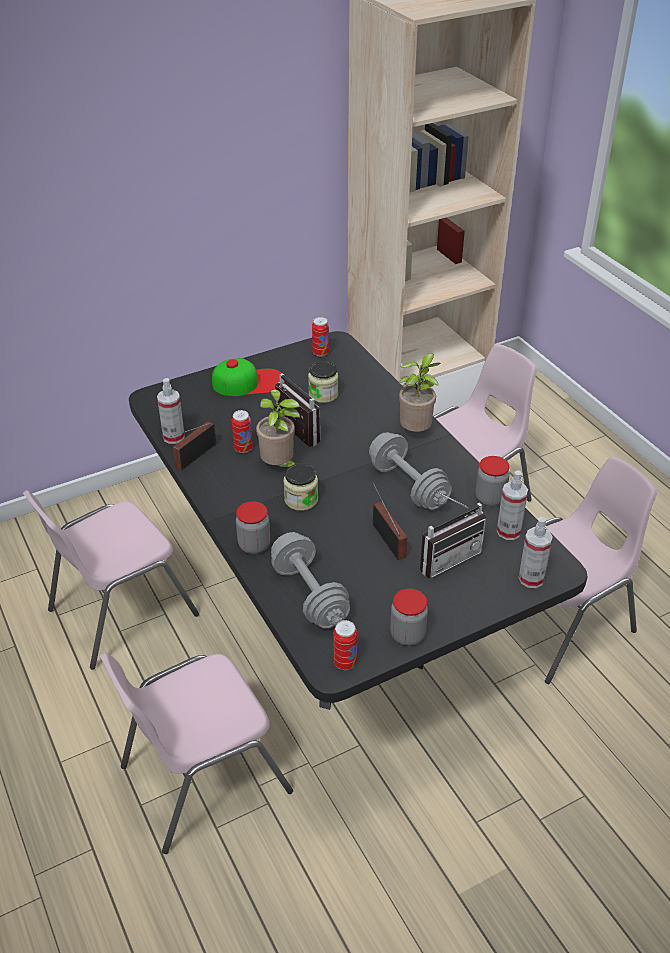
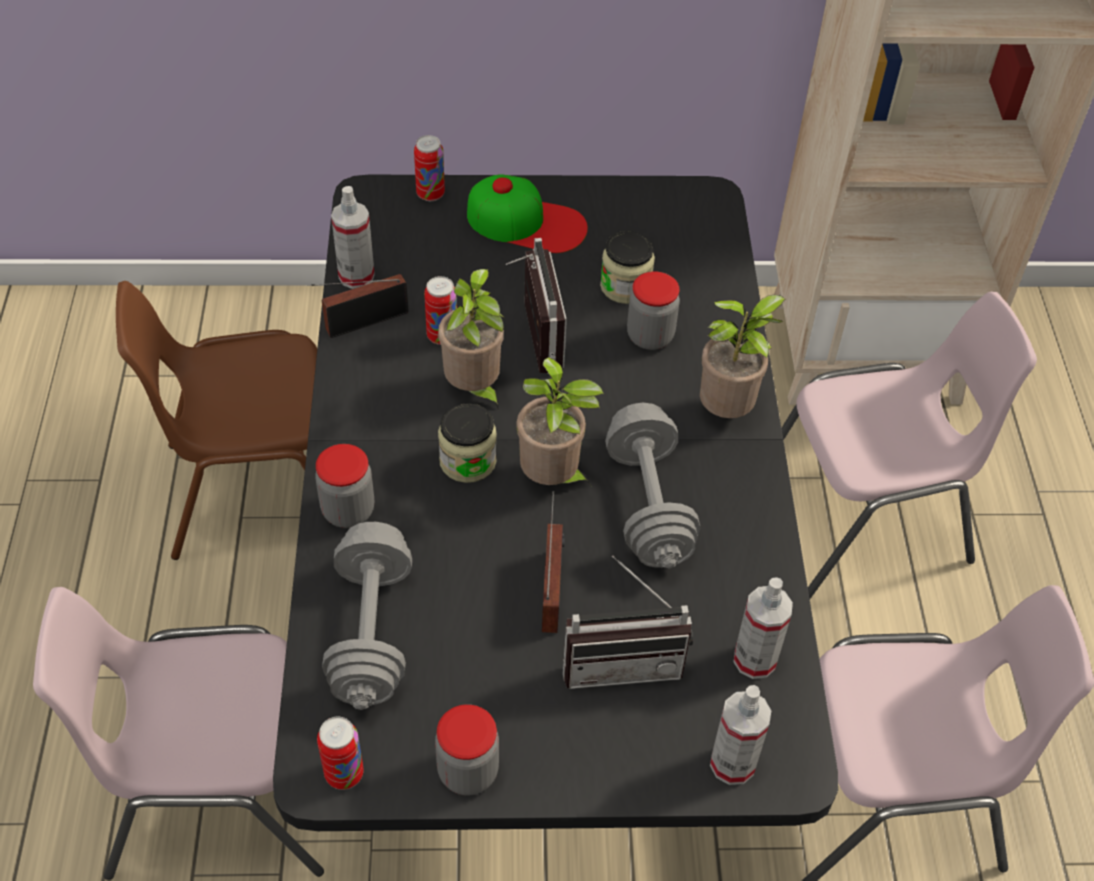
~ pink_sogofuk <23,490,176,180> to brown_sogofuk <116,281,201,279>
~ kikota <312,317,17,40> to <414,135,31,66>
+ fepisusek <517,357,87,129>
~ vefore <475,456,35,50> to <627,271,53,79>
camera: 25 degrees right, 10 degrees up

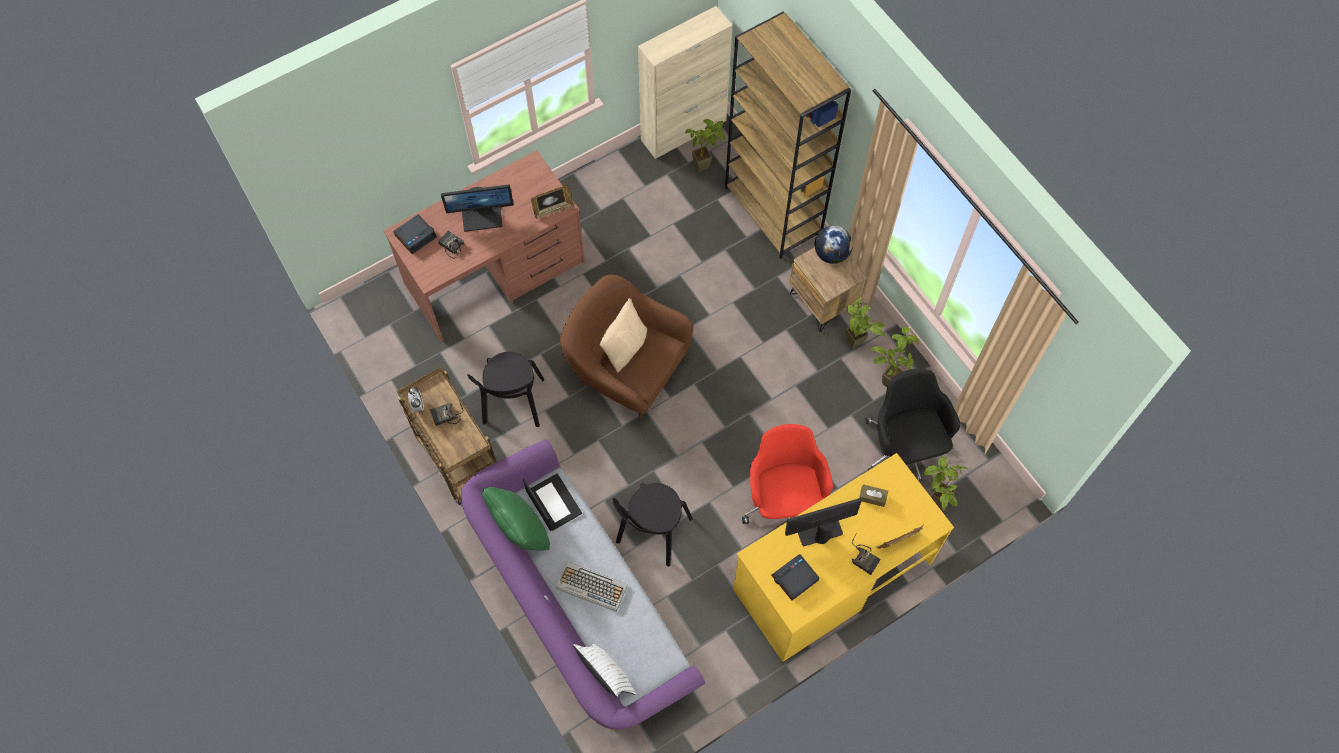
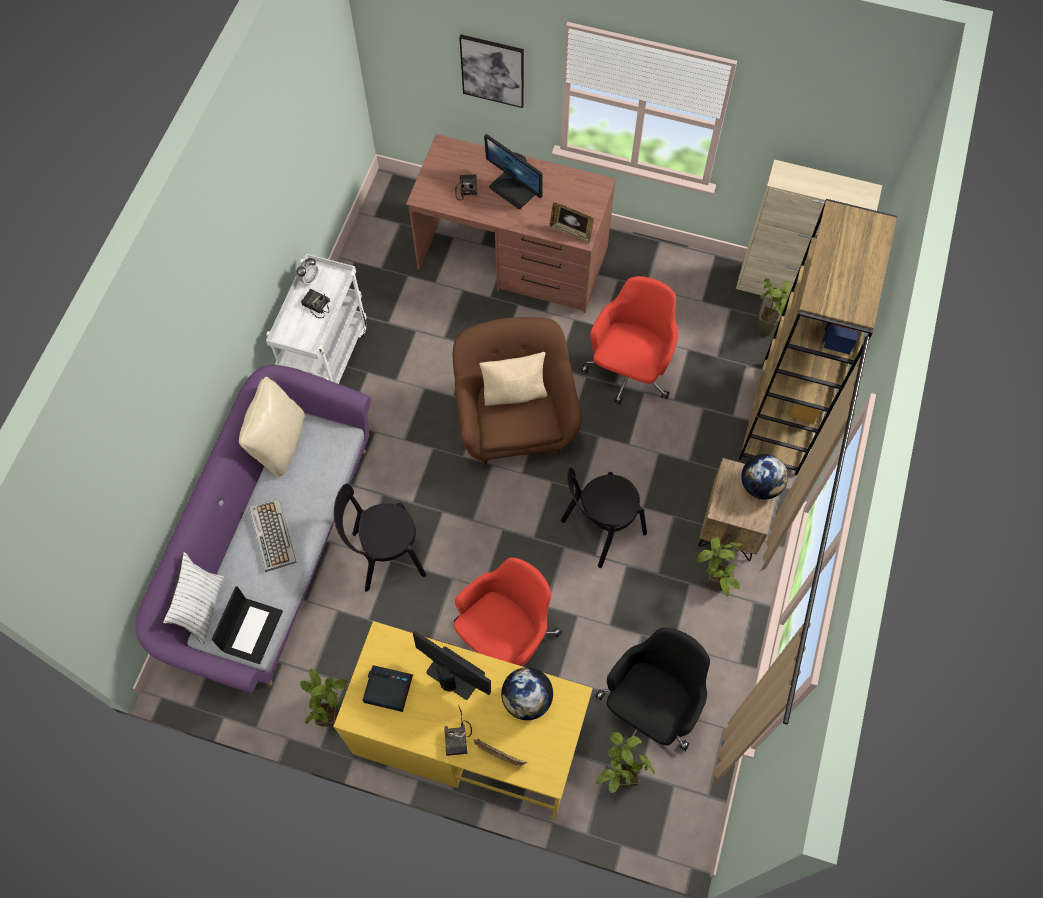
~ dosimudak <523,473,59,58> to <212,586,71,78>
~ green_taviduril <482,487,68,64> to beige_taviduril <239,377,66,100>
~ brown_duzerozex <397,367,99,138> to white_duzerozex <266,254,101,130>
~ fepisusek <870,327,48,60> to <300,669,48,58>
+ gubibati <459,34,65,74>
~ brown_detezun <859,484,29,23> to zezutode <501,667,52,53>
~ black_sogofuk <467,352,77,75> to <561,467,86,101>
+ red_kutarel <581,276,97,128>
- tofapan <393,214,44,40>
camera: 50 degrees right, 0 degrees up

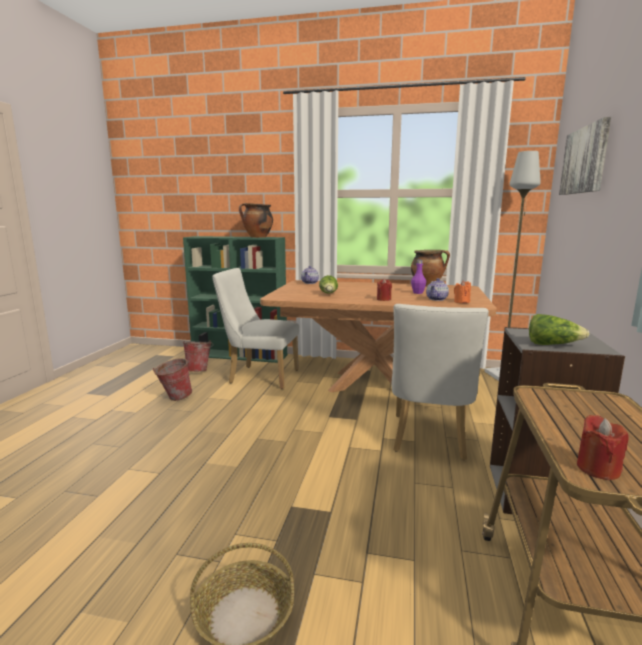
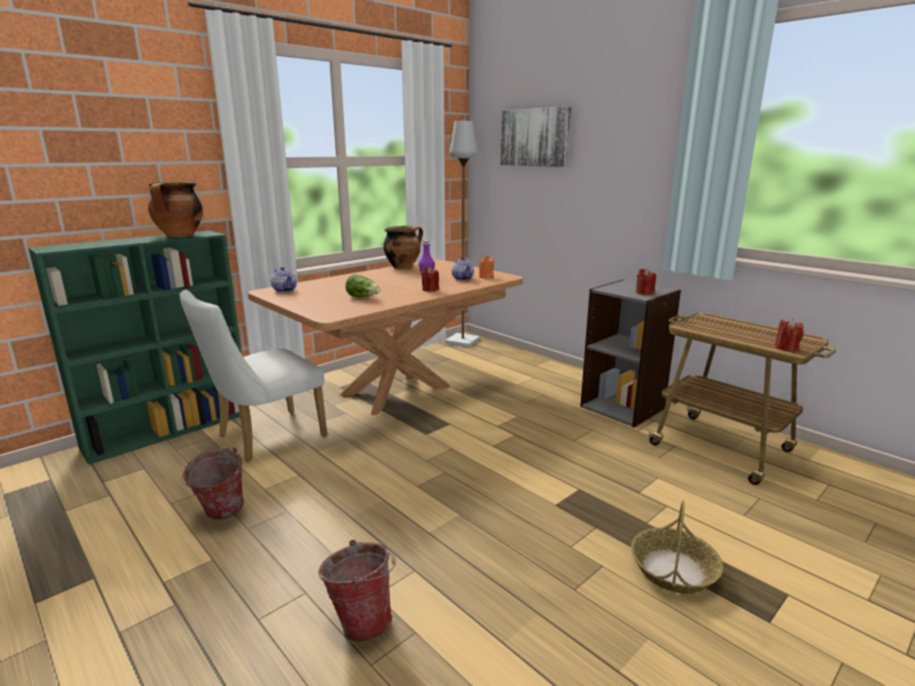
~ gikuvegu <183,340,30,32> to <318,540,78,102>
~ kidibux <529,314,60,31> to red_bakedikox <636,268,20,27>
- white_sogofuk <392,304,97,156>
camera: 55 degrees left, 5 degrees up

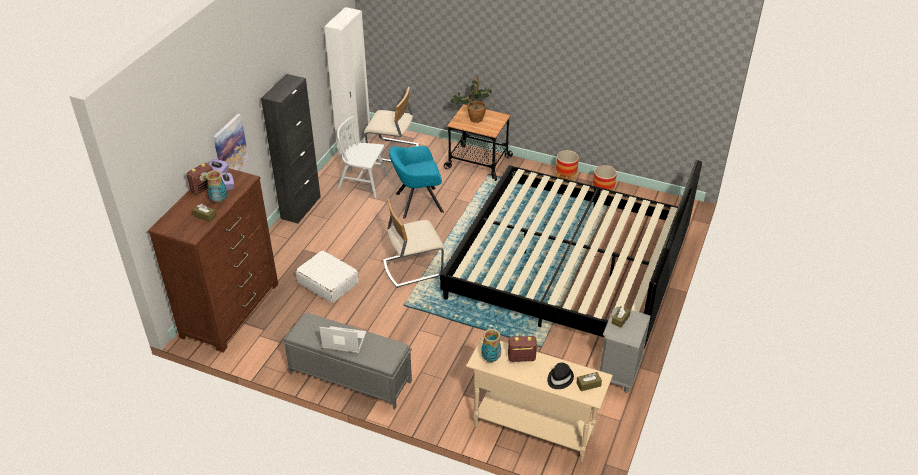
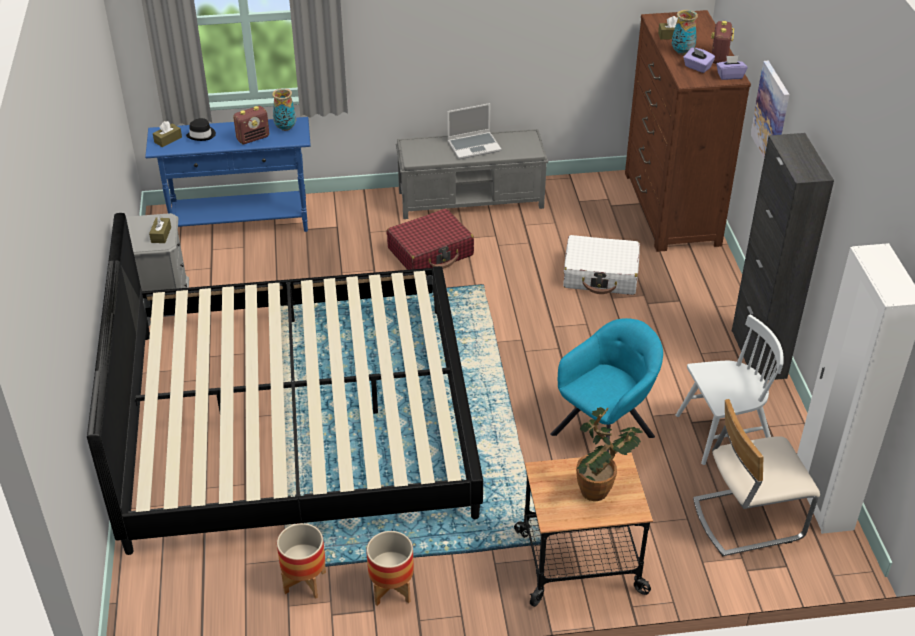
~ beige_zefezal <466,335,147,127> to blue_zefezal <145,117,166,115>
+ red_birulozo <387,209,87,61>
- beige_sogofuk <383,199,62,89>
camera: 150 degrees right, 0 degrees up

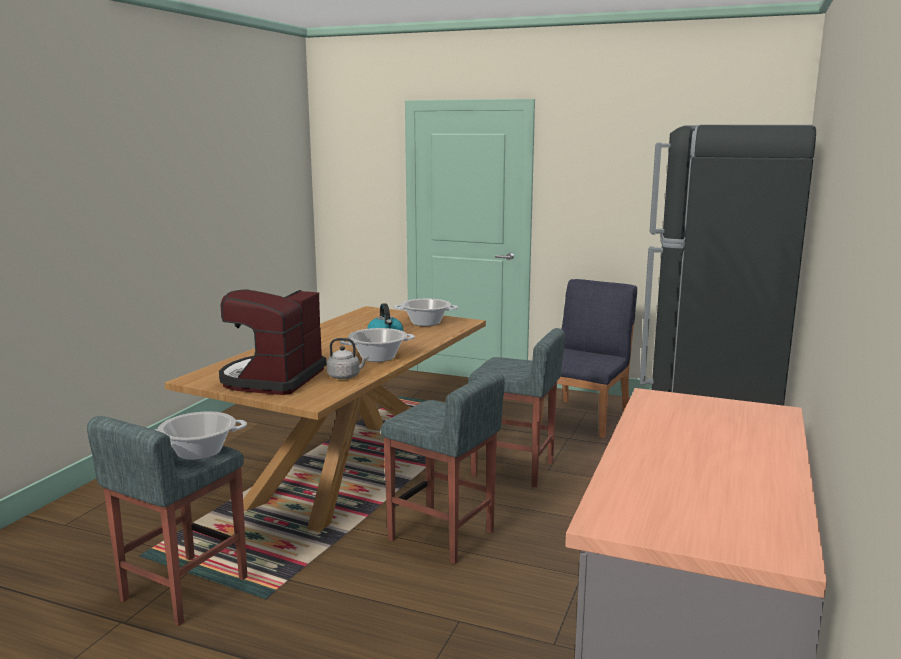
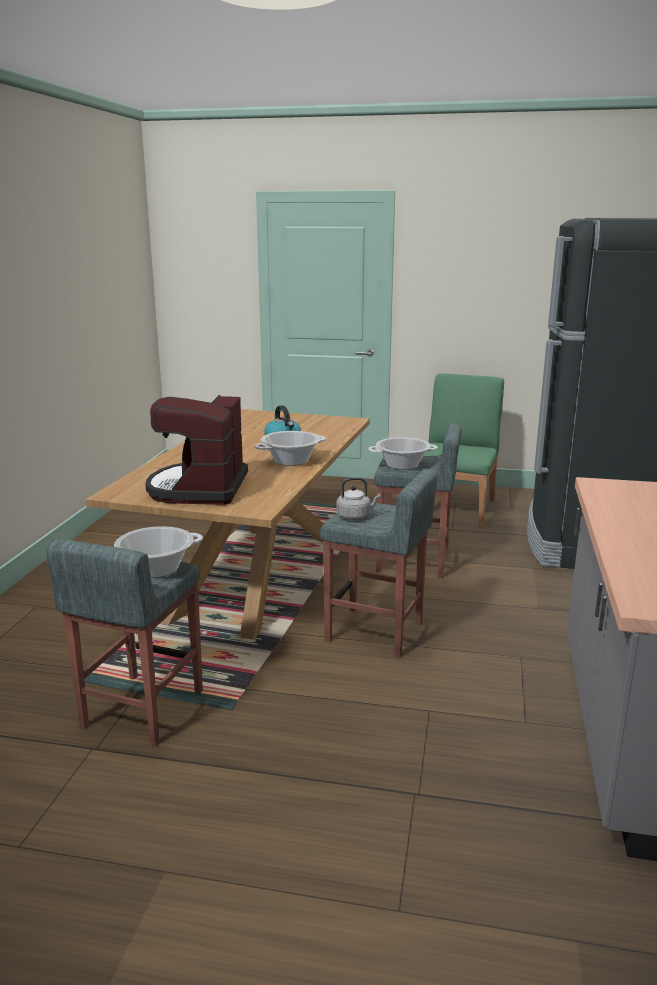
~ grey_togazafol <327,338,41,41> to <337,477,44,43>
~ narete <394,299,64,27> to <368,437,70,33>
~ blue_sogofuk <541,279,96,159> to green_sogofuk <423,374,81,153>
camera: 10 degrees left, 5 degrees up

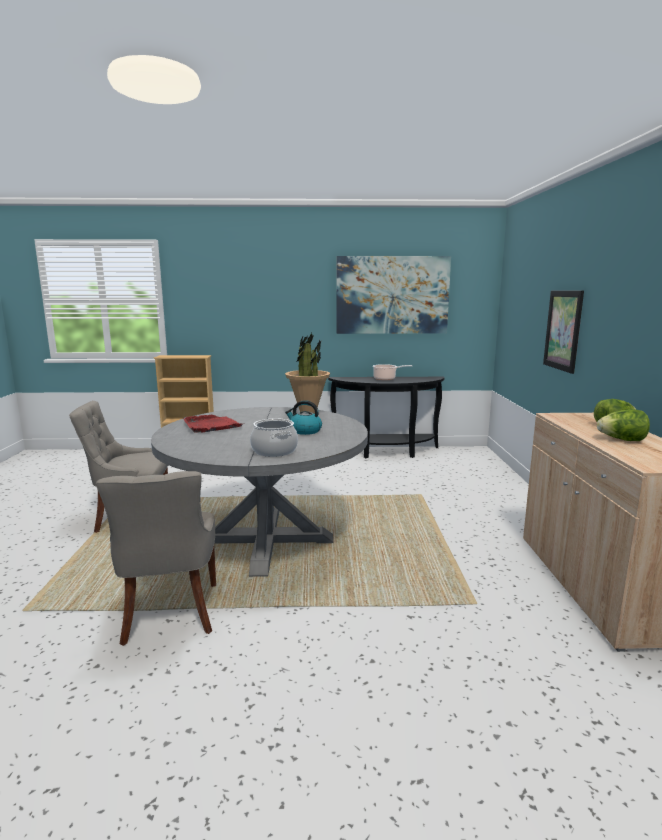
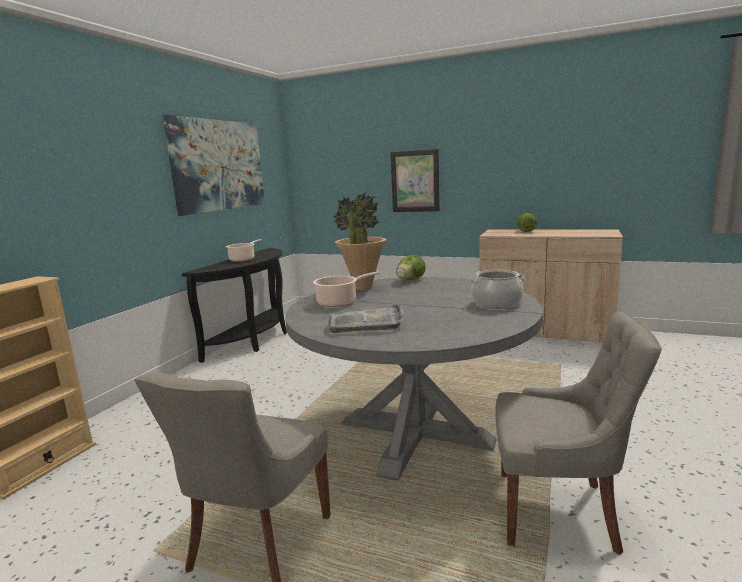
+ narete <313,272,67,35>
~ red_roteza <183,415,60,18> to grey_roteza <326,303,78,30>
~ kidibux <597,409,53,32> to <396,255,30,25>
- togazafol <285,400,37,35>
camera: 65 degrees left, 0 degrees up

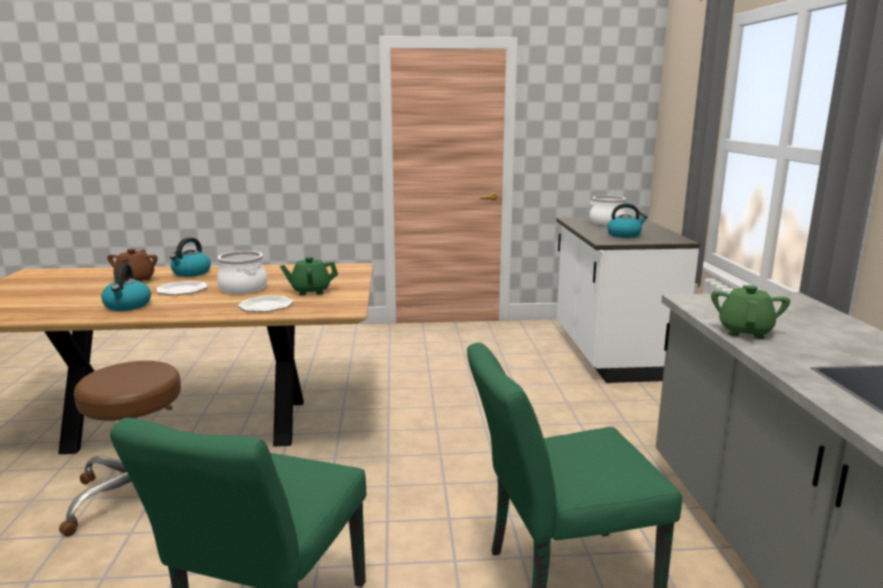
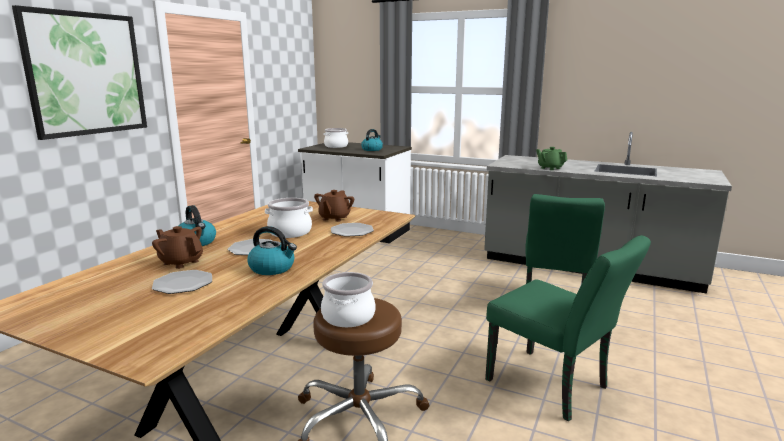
+ gubibati <12,5,135,135>
+ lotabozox <152,270,60,24>
~ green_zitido <280,257,58,39> to brown_zitido <314,190,40,32>
+ narete <321,272,55,55>
camera: 60 degrees left, 0 degrees up

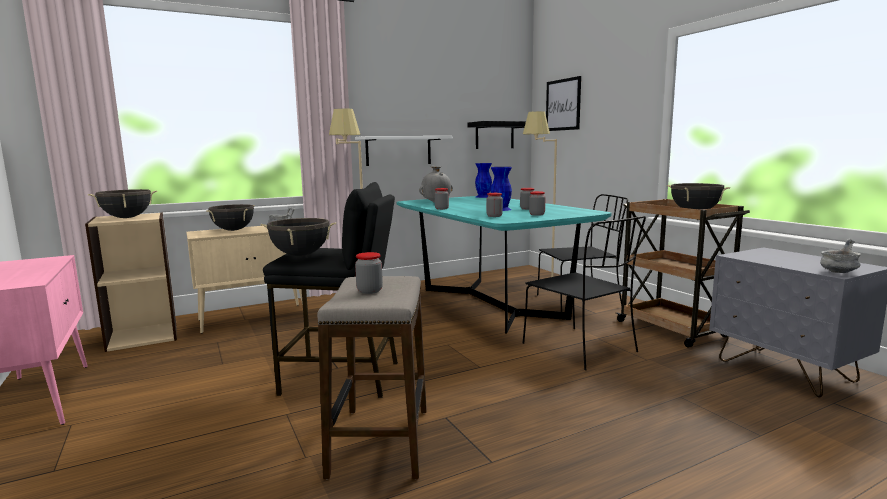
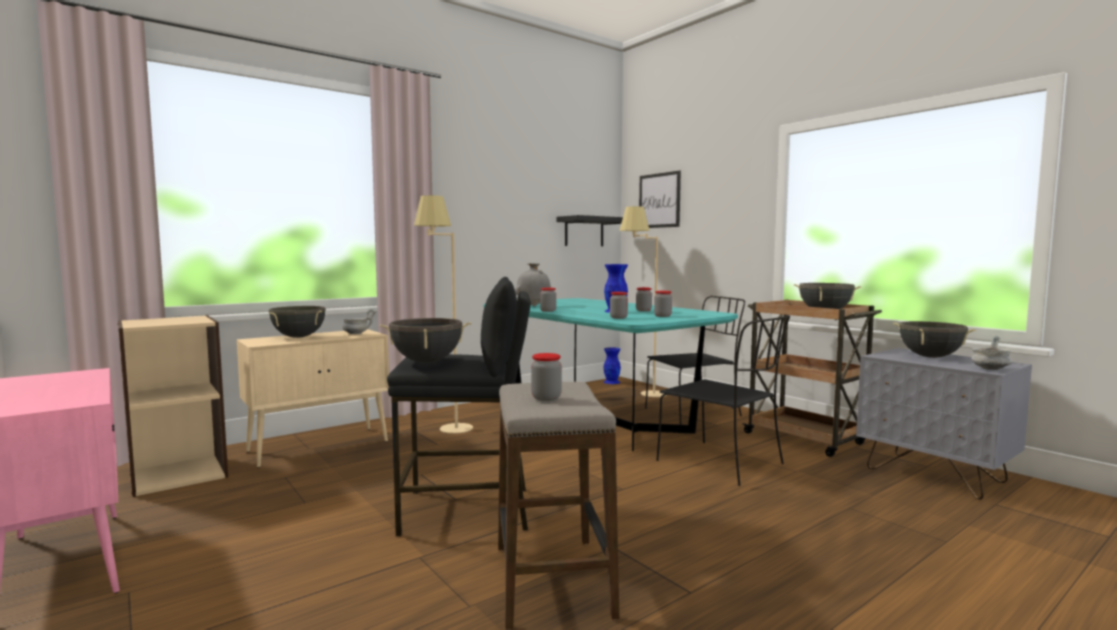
~ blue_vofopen <475,163,17,35> to <603,347,18,37>
~ black_narete <88,189,69,29> to <893,321,83,37>
- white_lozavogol <355,136,98,30>
camera: 10 degrees left, 5 degrees down

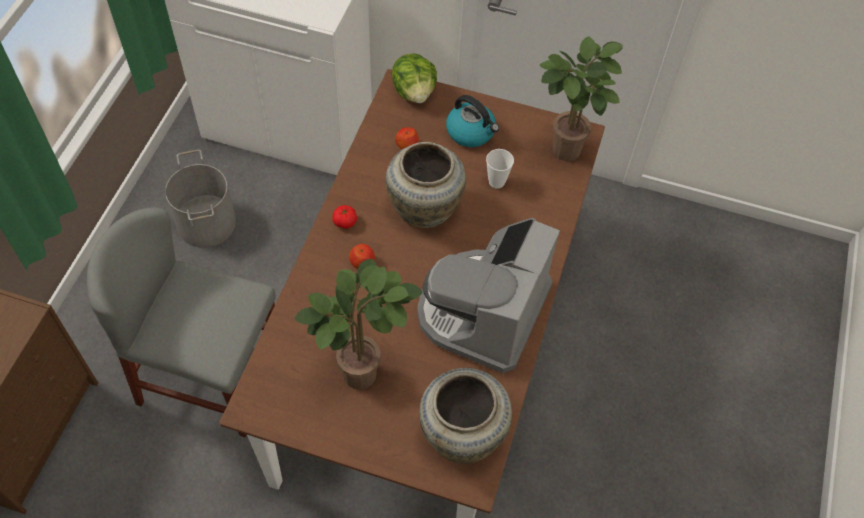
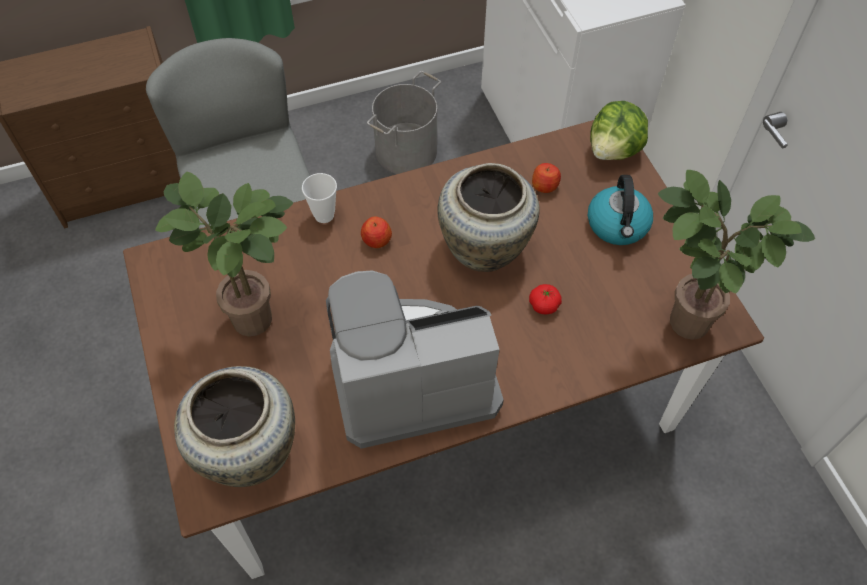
~ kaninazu <486,149,28,40> to <302,173,35,50>
~ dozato <333,205,24,24> to <529,284,33,30>
camera: 55 degrees right, 0 degrees up

